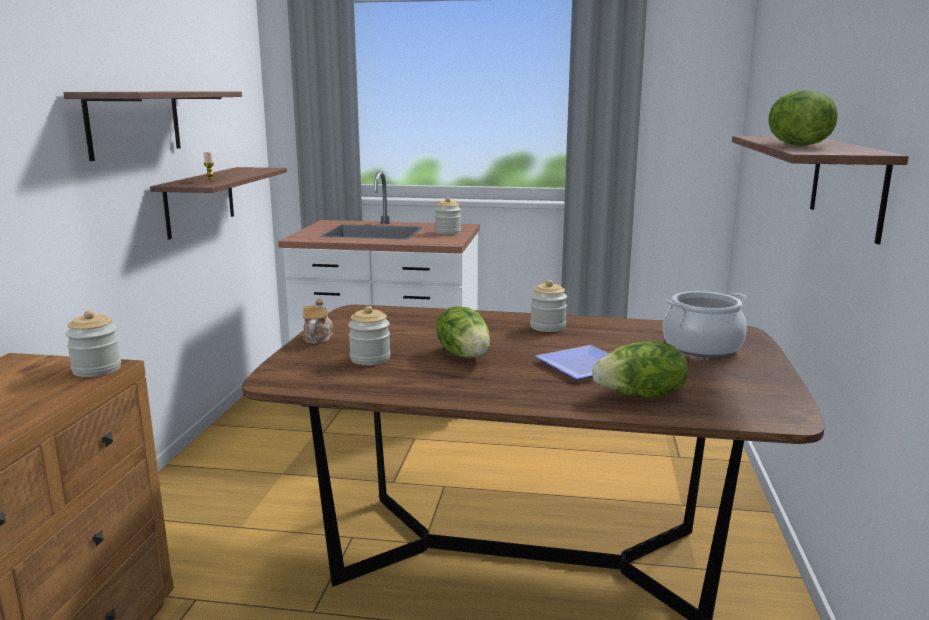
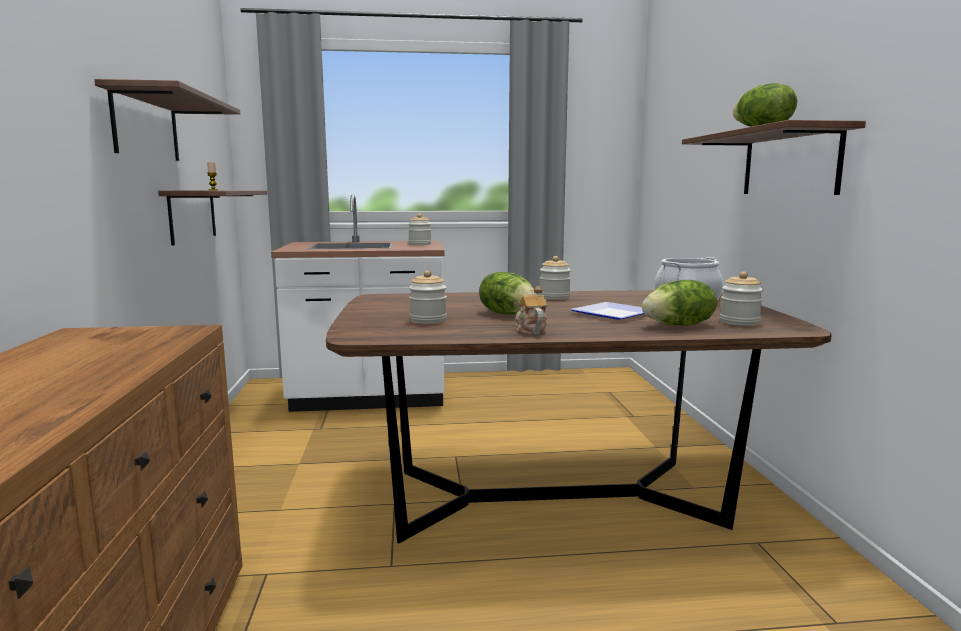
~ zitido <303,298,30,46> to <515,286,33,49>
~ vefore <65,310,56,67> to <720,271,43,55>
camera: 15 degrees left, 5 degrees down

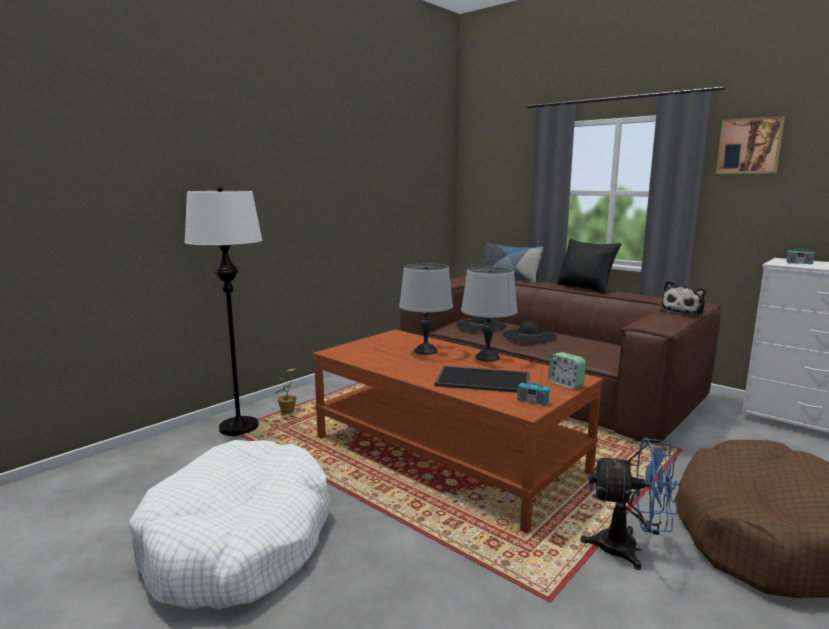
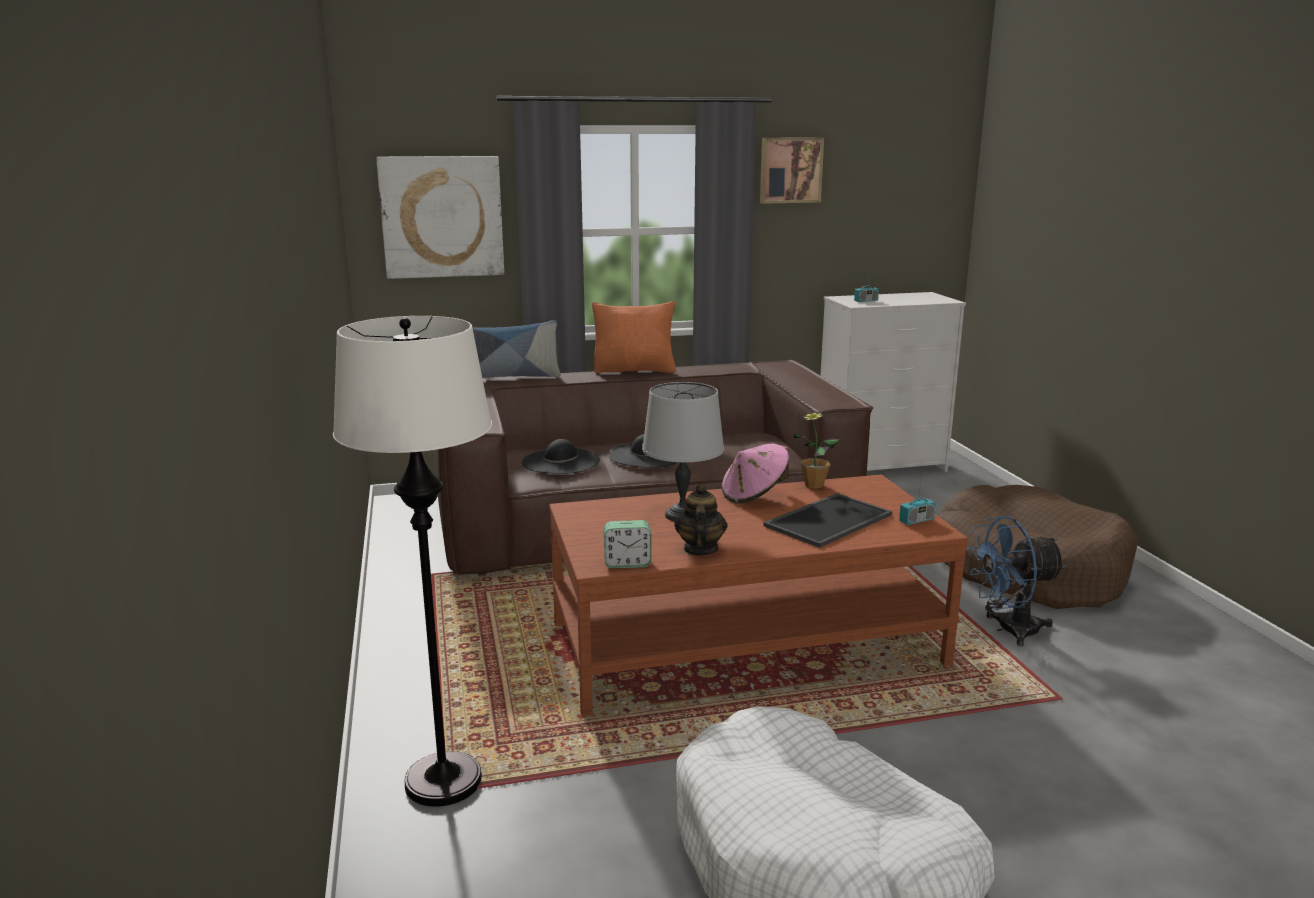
+ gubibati <376,156,128,123>
~ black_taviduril <557,238,64,55> to orange_taviduril <592,301,84,72>
~ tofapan <548,352,38,37> to <604,520,48,48>
+ zitido <674,483,54,73>
~ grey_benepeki <461,267,56,95> to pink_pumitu <721,444,68,60>
~ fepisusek <275,368,23,46> to <794,412,45,77>
~ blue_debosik <580,437,99,133> = <967,516,99,130> 150 degrees counterclockwise
- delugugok <660,280,46,36>
camera: 55 degrees left, 5 degrees up

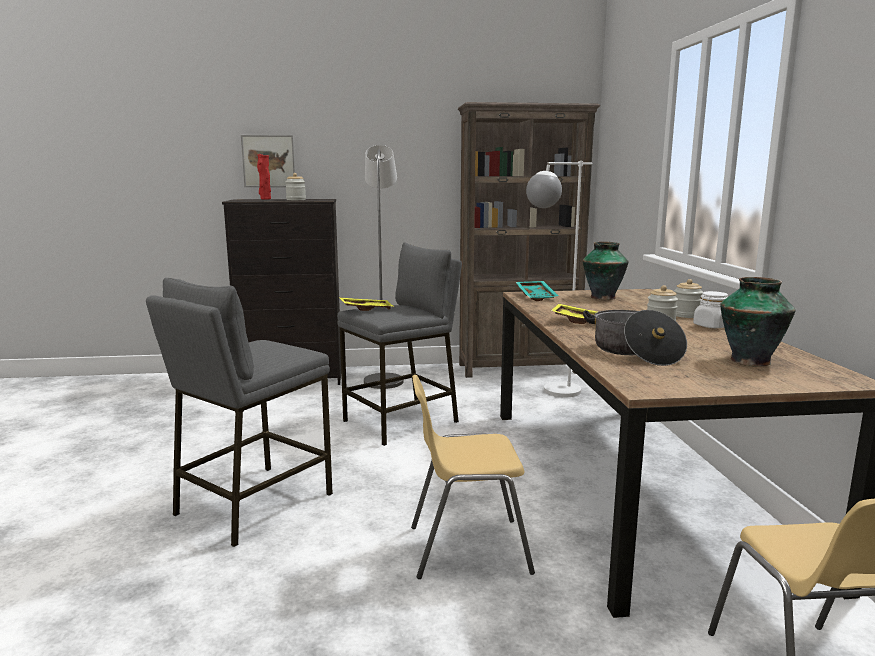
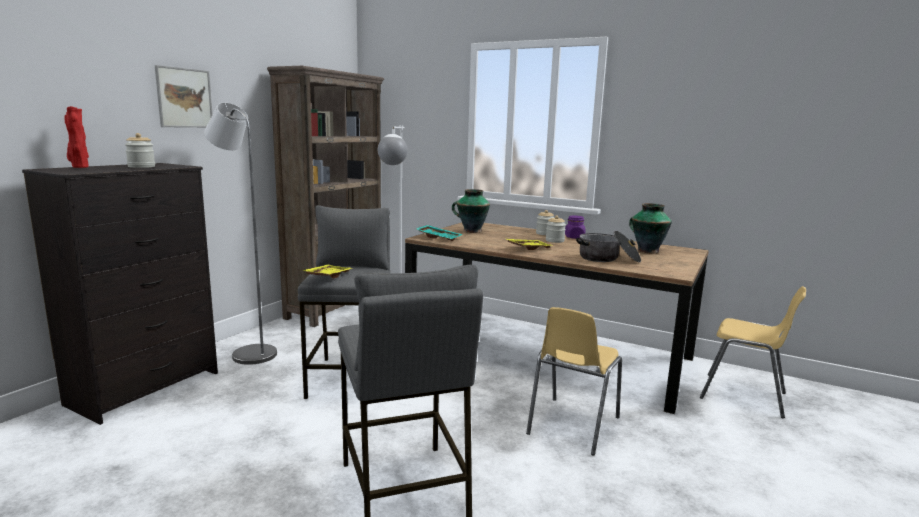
~ gubibati <241,135,54,52> to <155,65,58,63>
~ white_vefore <693,291,35,37> to purple_vefore <565,216,20,23>
camera: 55 degrees left, 0 degrees up

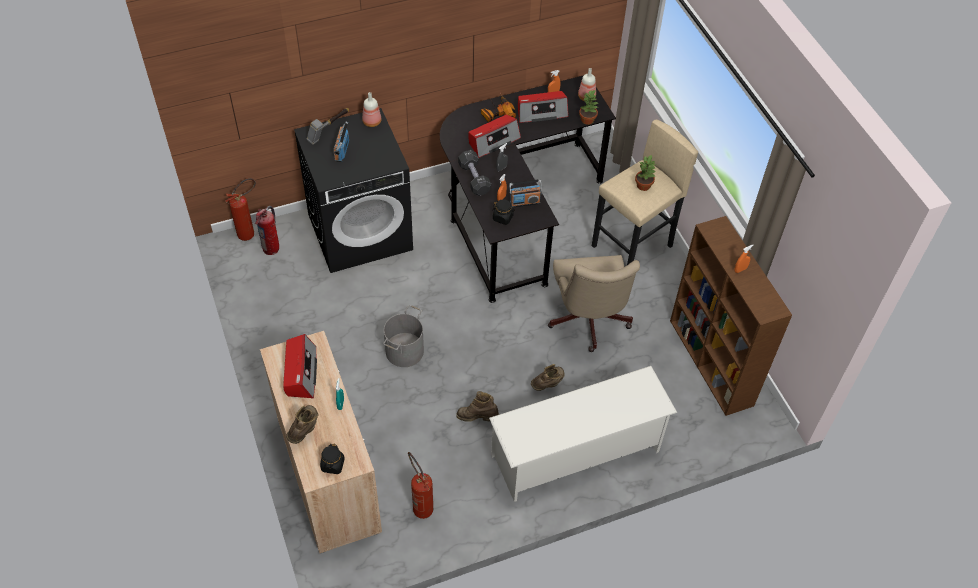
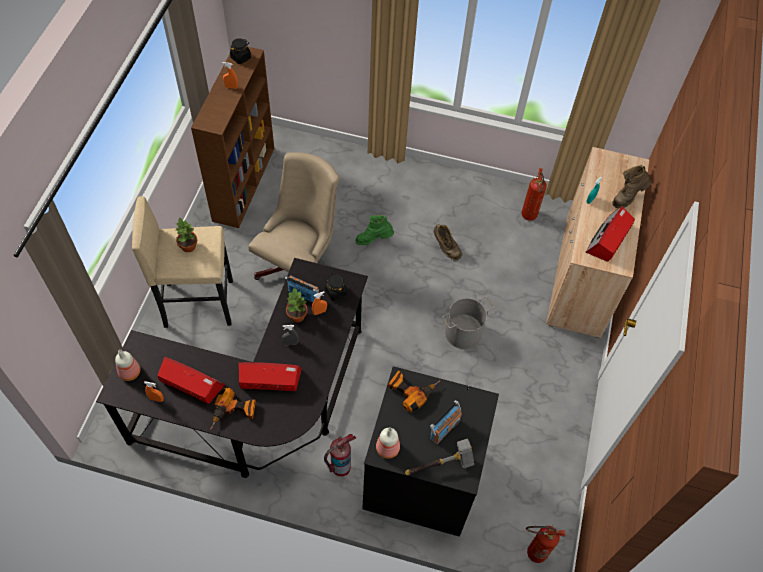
~ black_vefore <320,443,25,31> to <230,38,21,26>
~ fepisusek <579,90,19,35> to <286,288,22,34>
~ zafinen <255,206,24,49> to <324,434,32,42>
~ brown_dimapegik <531,364,33,27> to green_dimapegik <356,215,38,30>
+ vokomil <388,370,52,43>
- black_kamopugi <458,150,33,46>
- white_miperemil <489,366,188,136>
camera: 145 degrees left, 5 degrees up

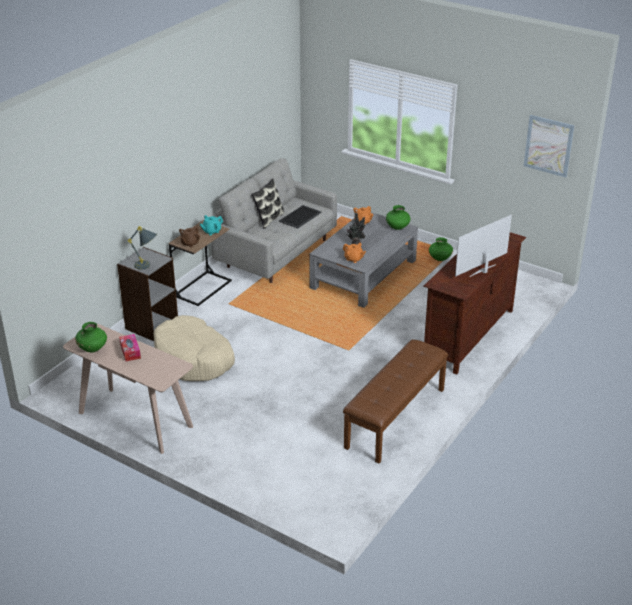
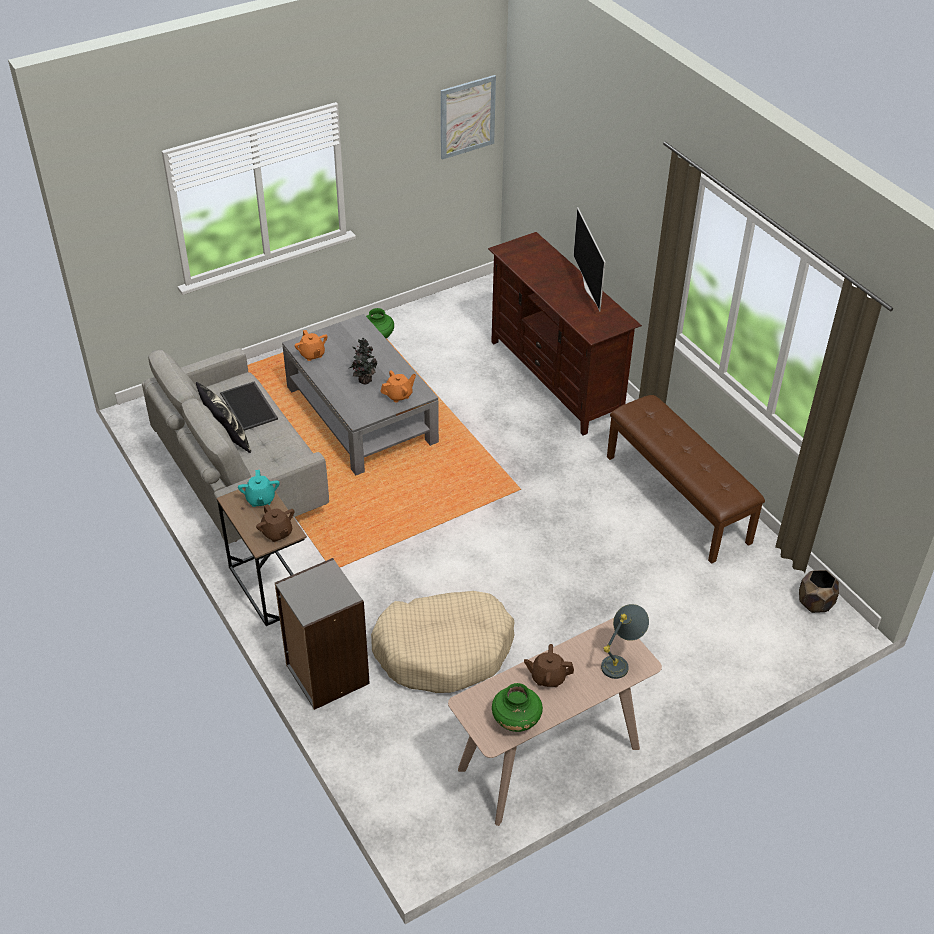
~ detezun <119,334,22,28> to brown_zitido <524,644,50,43>
~ grey_benepeki <128,226,29,44> to <601,604,48,75>
+ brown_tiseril <799,570,40,43>
- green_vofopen <386,205,24,25>
camera: 65 degrees left, 10 degrees up

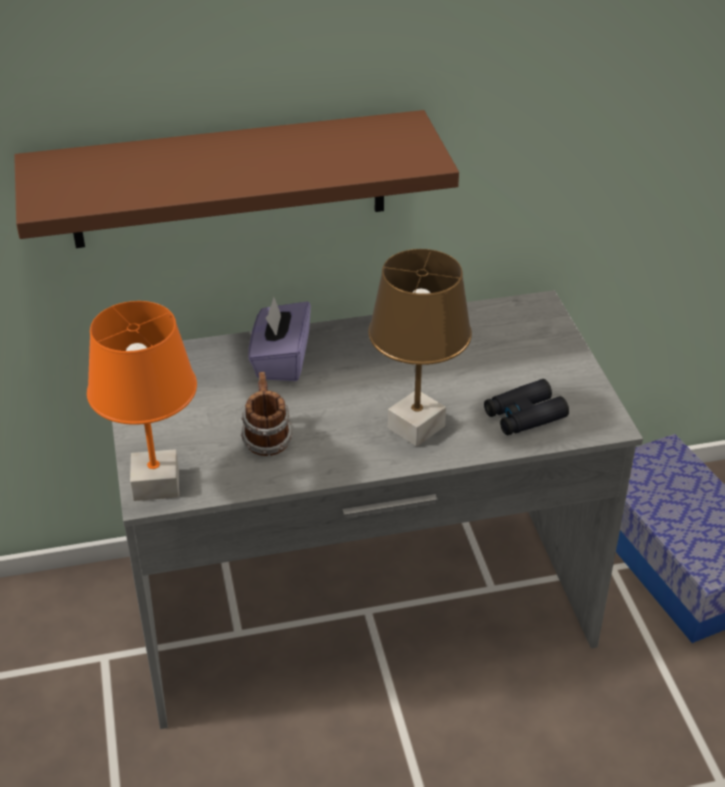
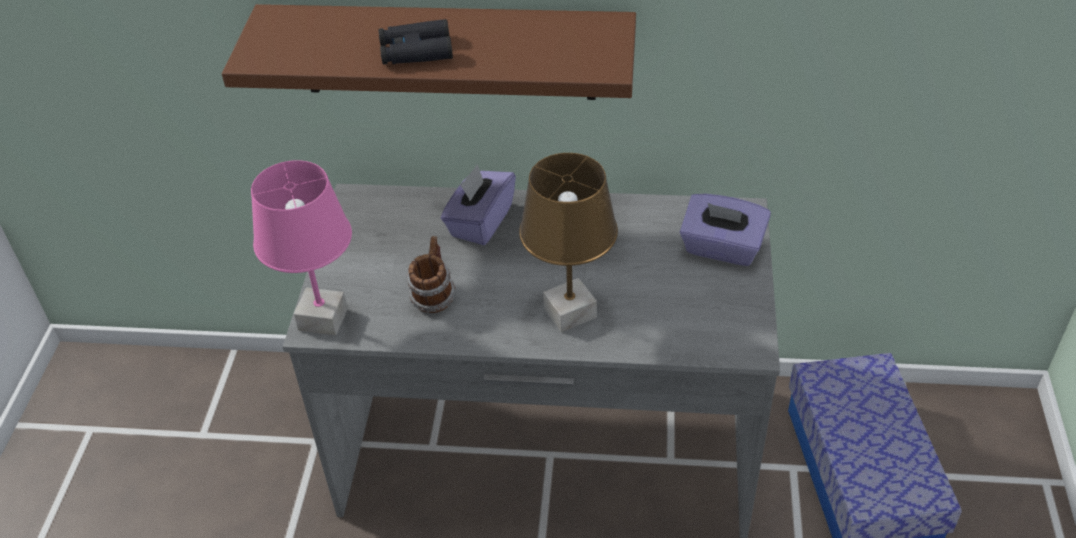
~ orange_benepeki <87,301,110,200> to pink_benepeki <251,160,101,175>
~ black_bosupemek <484,379,85,56> to <379,19,74,46>
+ purple_detezun <680,194,91,72>
camera: 20 degrees right, 5 degrees up

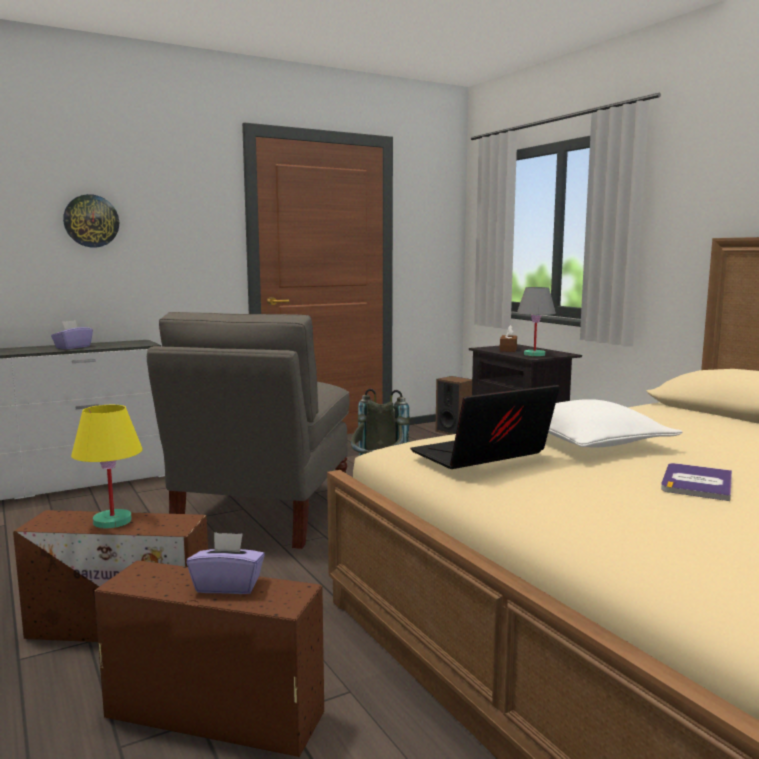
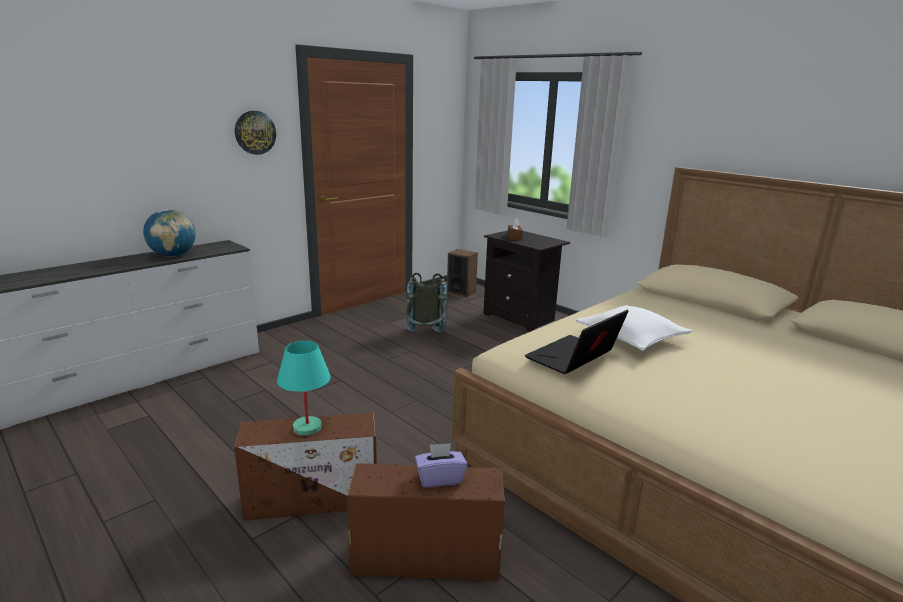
~ purple_detezun <51,320,42,29> to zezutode <143,209,53,48>
~ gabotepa <63,194,56,53> to <235,111,41,44>
~ yellow_benepeki <71,405,72,124> to turquoise_benepeki <277,341,54,95>
- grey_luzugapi <147,312,203,237>
- grey_benepeki <517,287,39,69>
- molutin <661,463,71,38>
camera: 15 degrees left, 10 degrees up

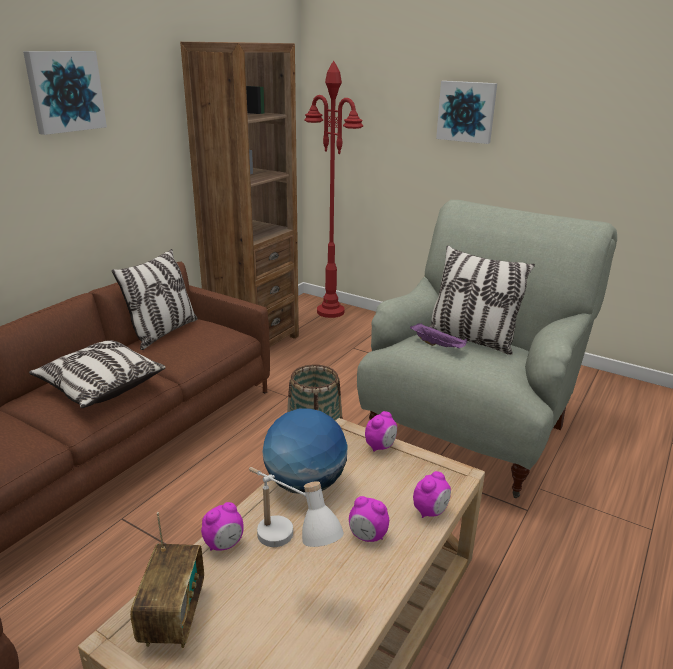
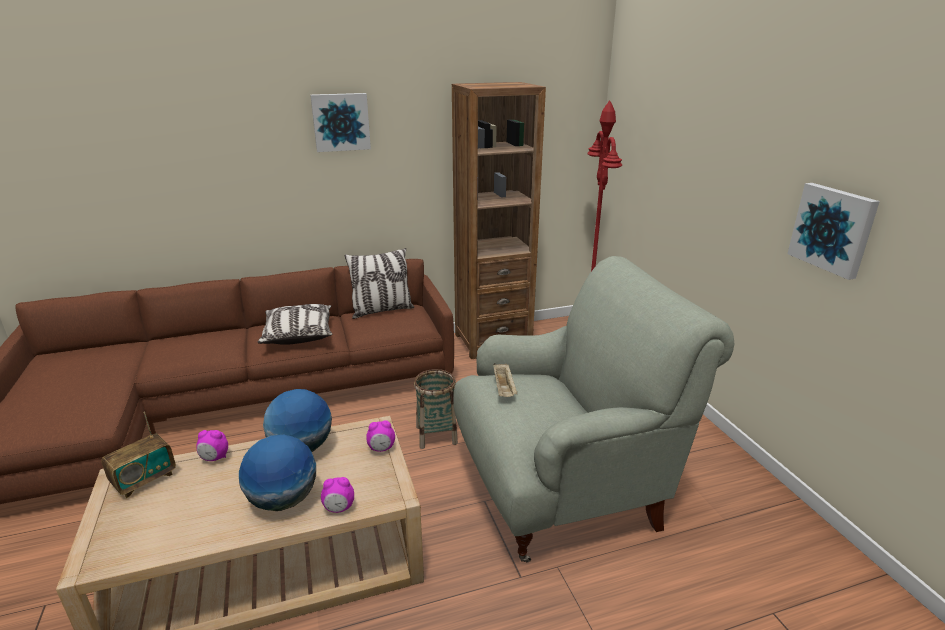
~ tofapan <349,496,40,46> to zezutode <239,435,77,76>
~ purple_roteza <410,323,57,25> to beige_roteza <493,363,24,34>
~ gubibati <436,81,61,63> to <787,183,93,97>
- white_benepeki <249,467,95,80>
- taviduril <429,245,106,110>
camera: 40 degrees right, 0 degrees up

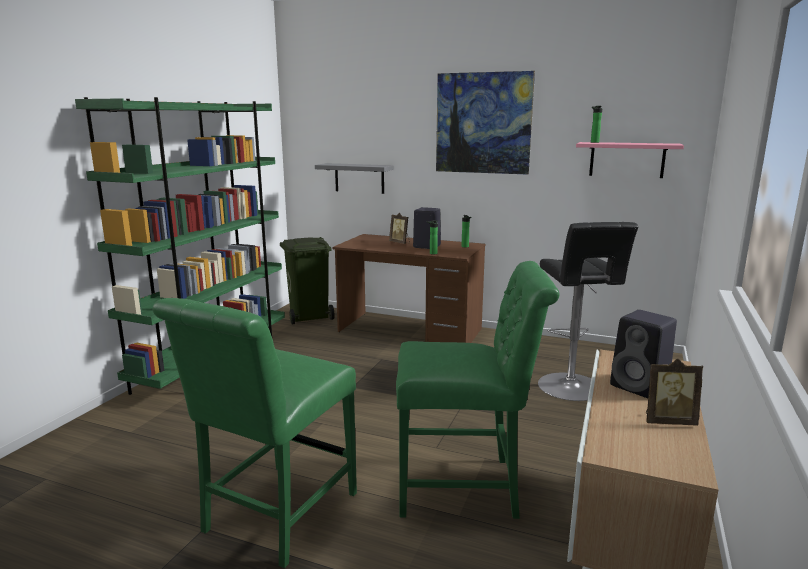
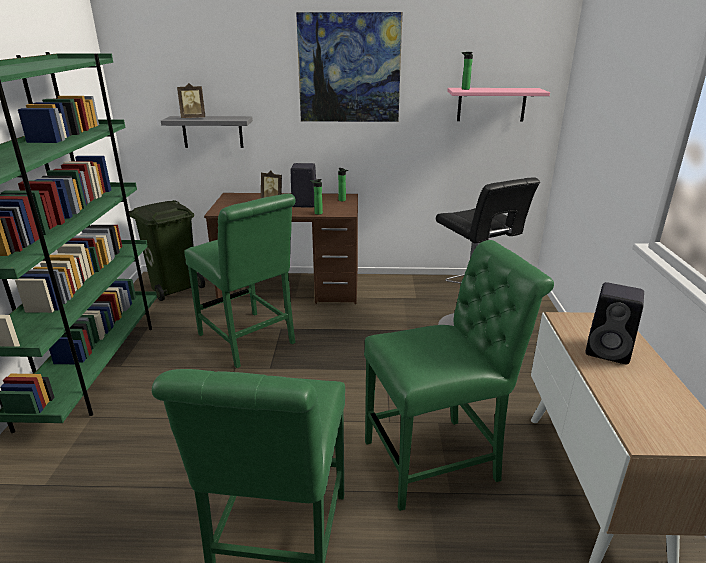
~ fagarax <646,358,57,67> to <177,83,28,35>
+ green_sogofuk <184,194,112,174>
camera: 20 degrees left, 10 degrees up

